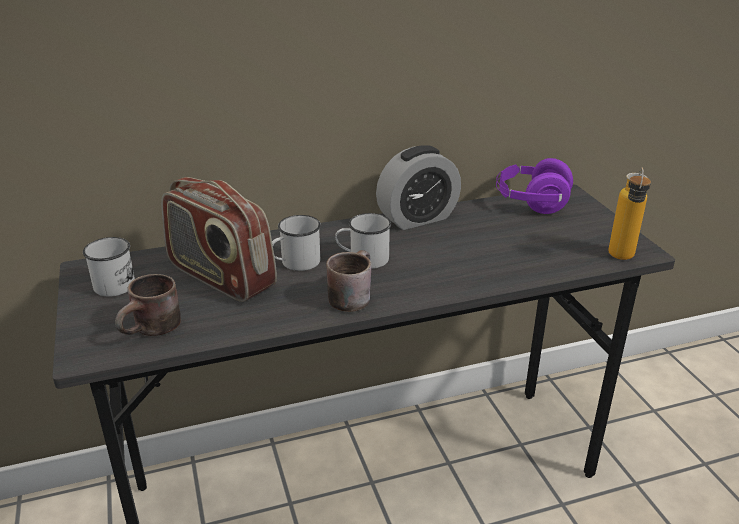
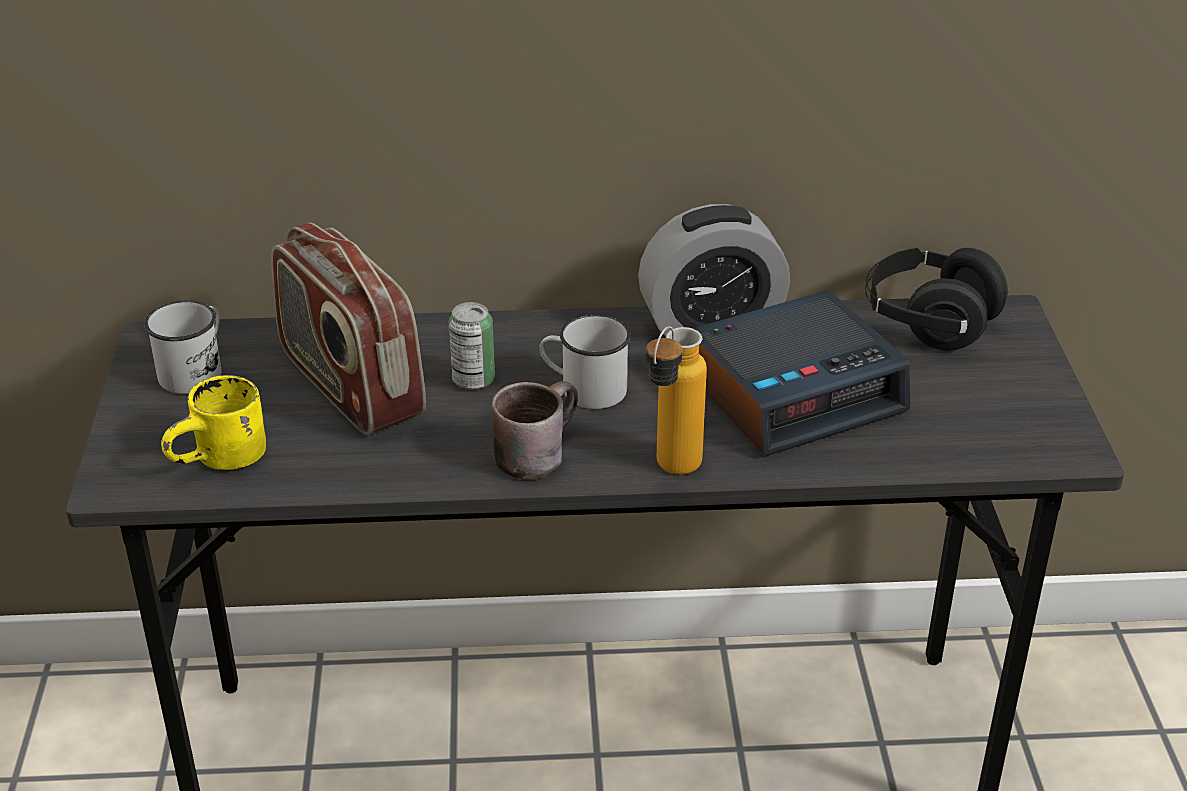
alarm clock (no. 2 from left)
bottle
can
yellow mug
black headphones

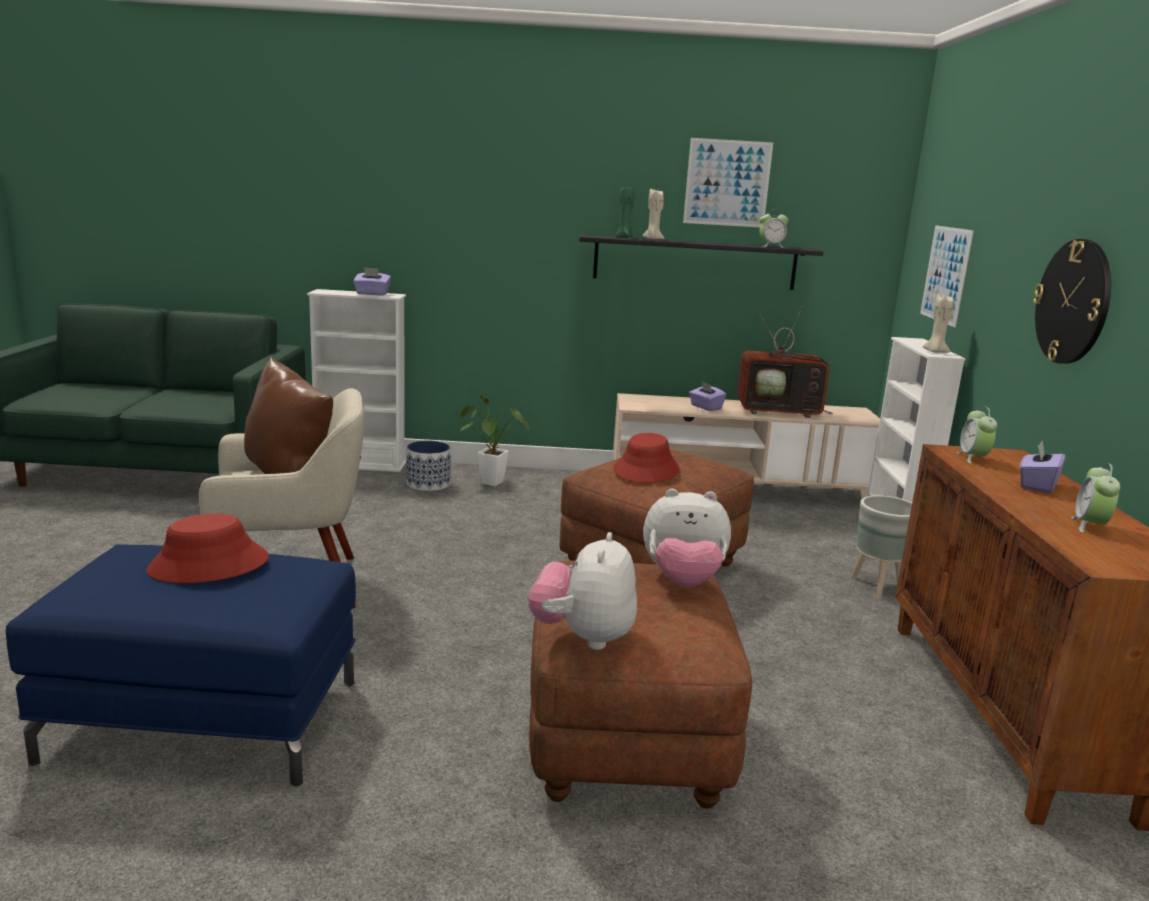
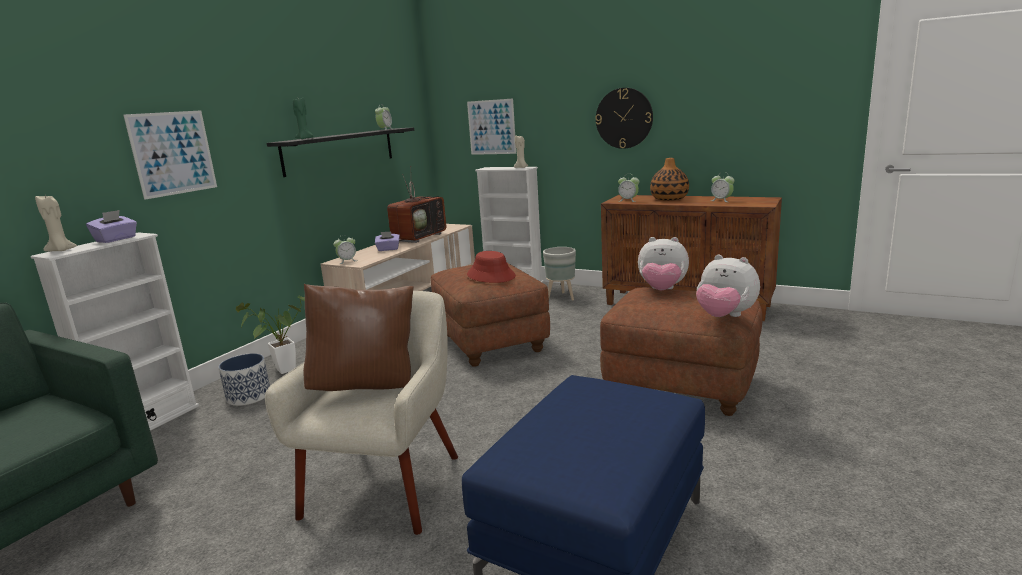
red hat (no. 1 from left in the first image)
alarm clock (no. 1 from left)
beige candle (no. 1 from left)
picture (no. 1 from left)
vase
plush toy (no. 1 from left)

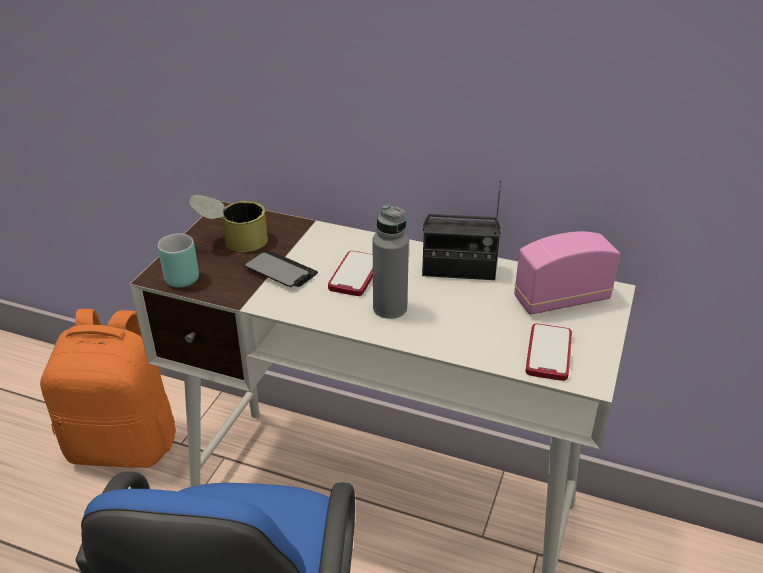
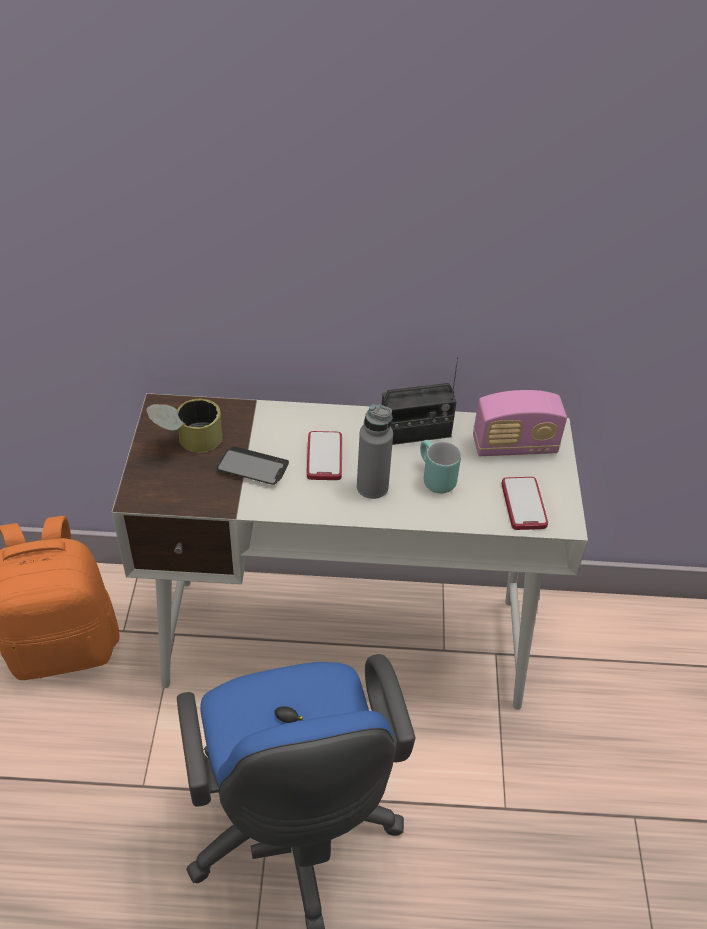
turquoise mug
radio (no. 2 from left)

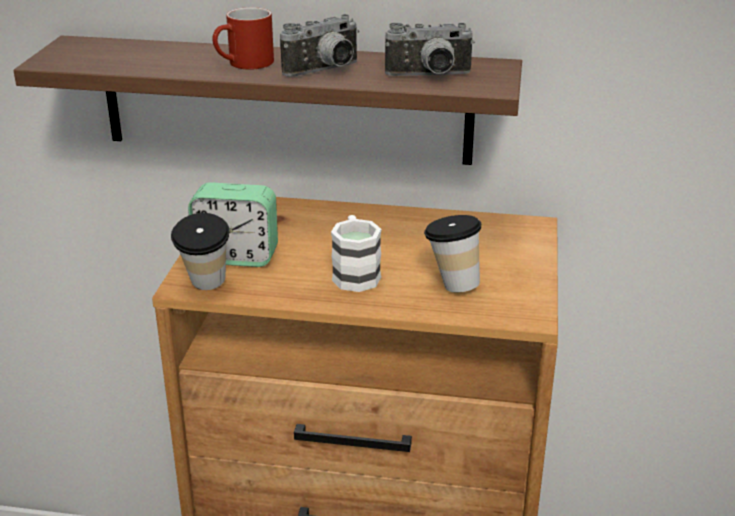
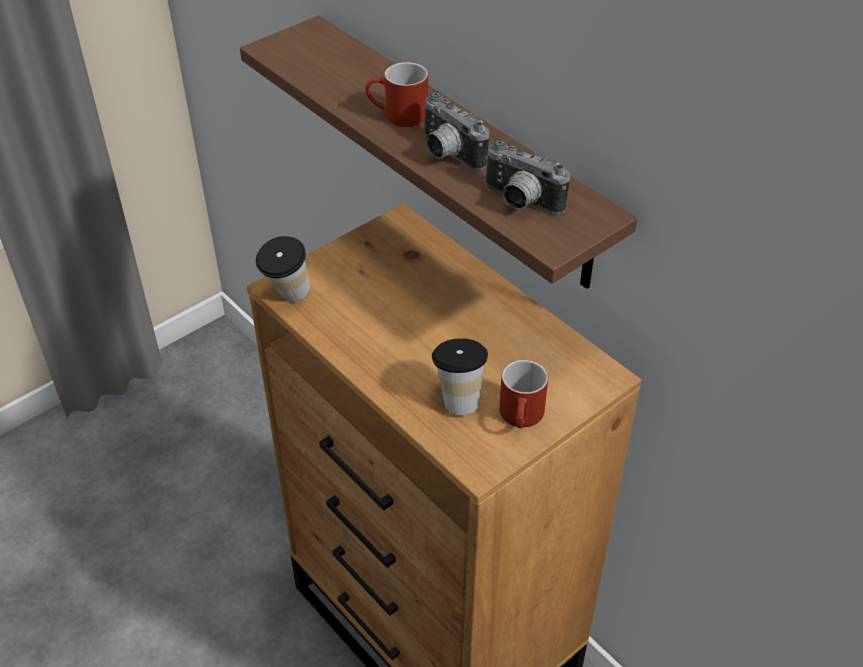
alarm clock
white mug
red mug (no. 2 from left)
photo camera (no. 1 from left)

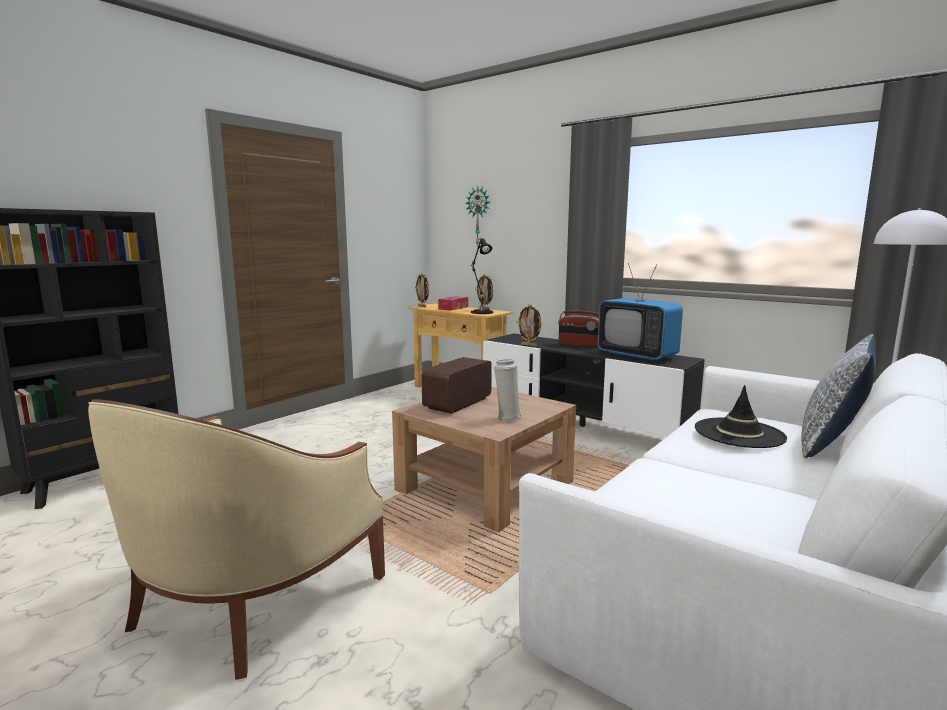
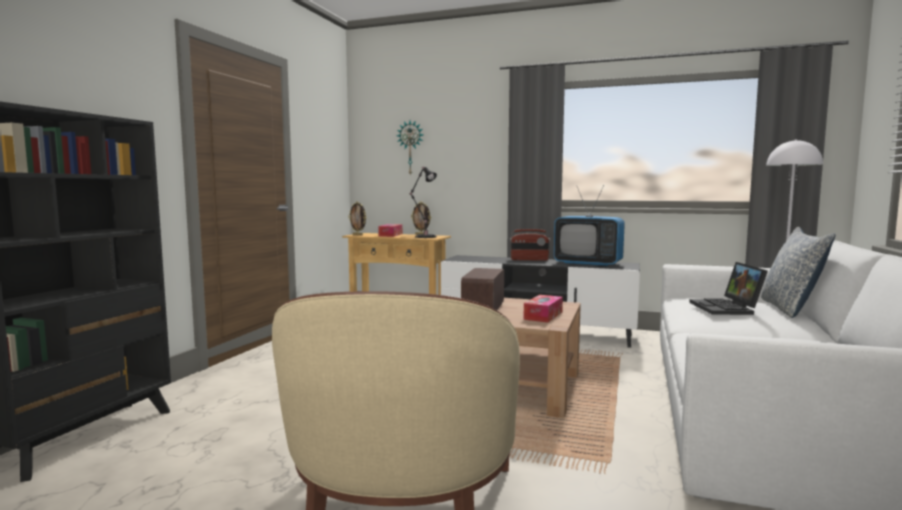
picture frame (no. 3 from left in the first image)
tissue box (no. 2 from left)
laptop

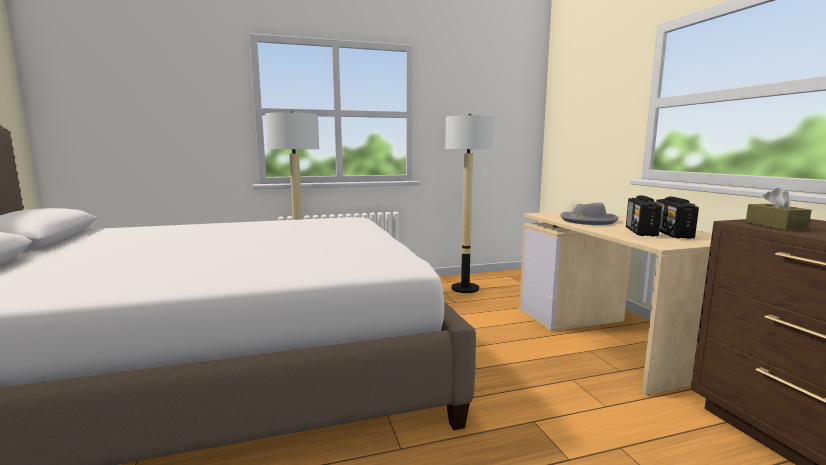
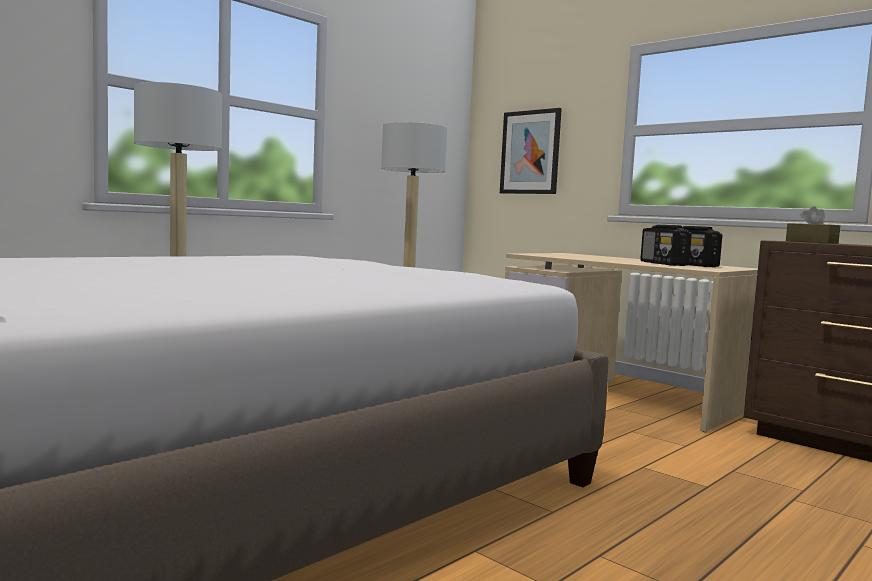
grey hat
picture

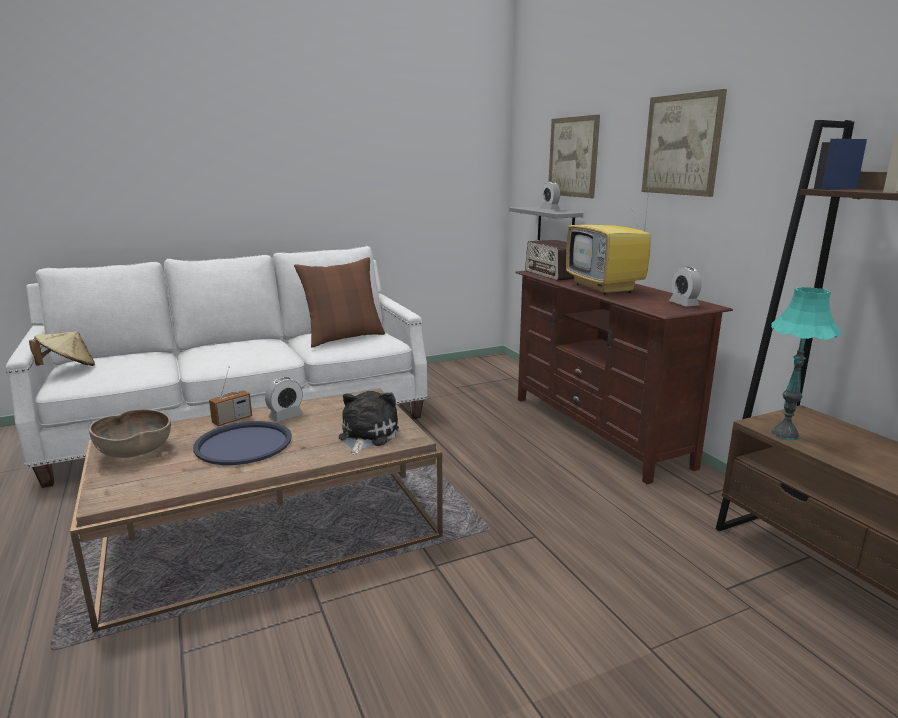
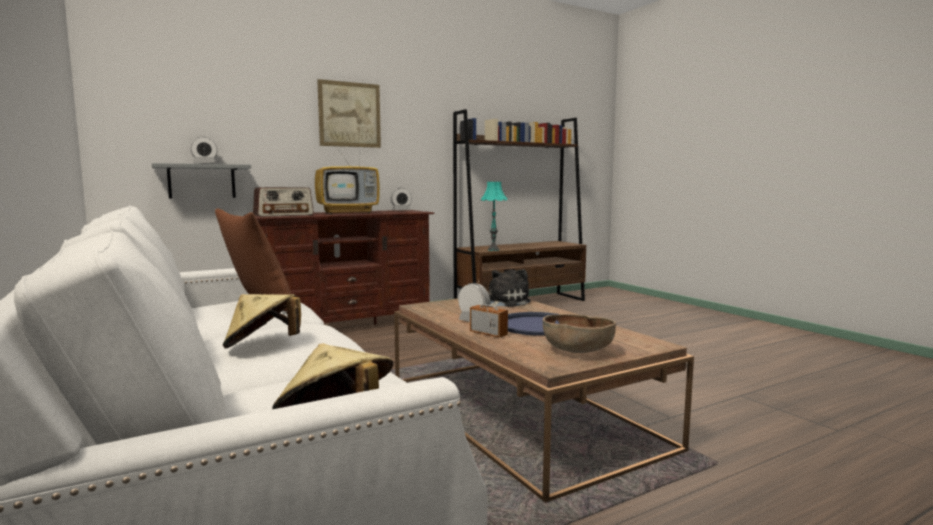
picture (no. 1 from left in the first image)
beige hat (no. 1 from left)
plush toy

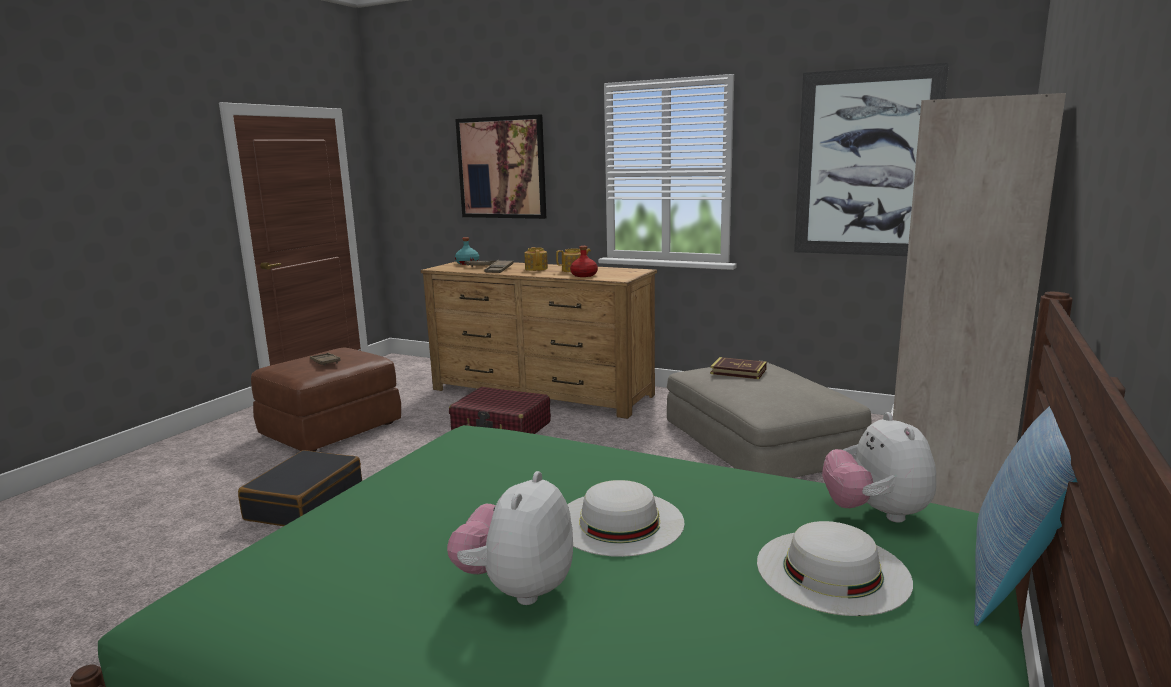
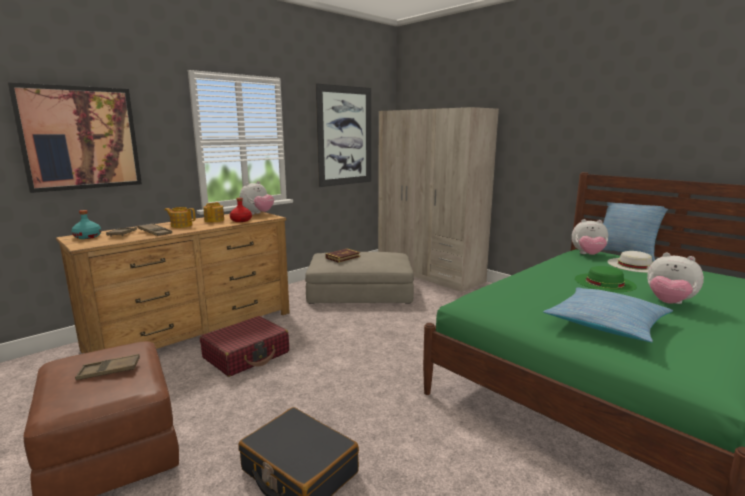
plush toy (no. 1 from left)
pillow (no. 1 from left)
green hat

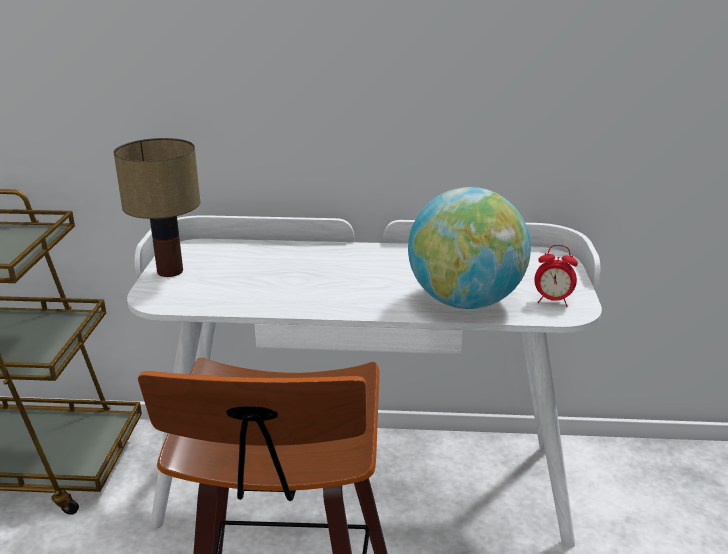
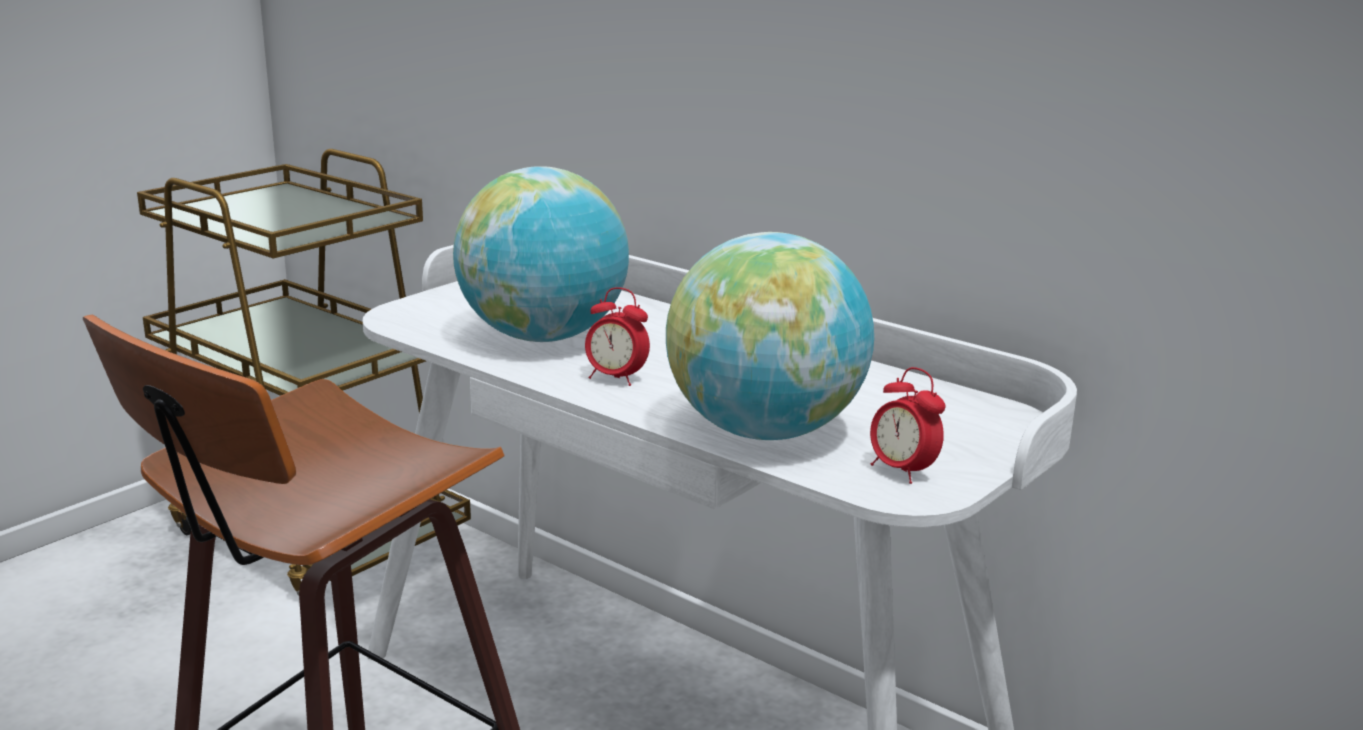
table lamp
globe (no. 1 from left)
alarm clock (no. 1 from left)

